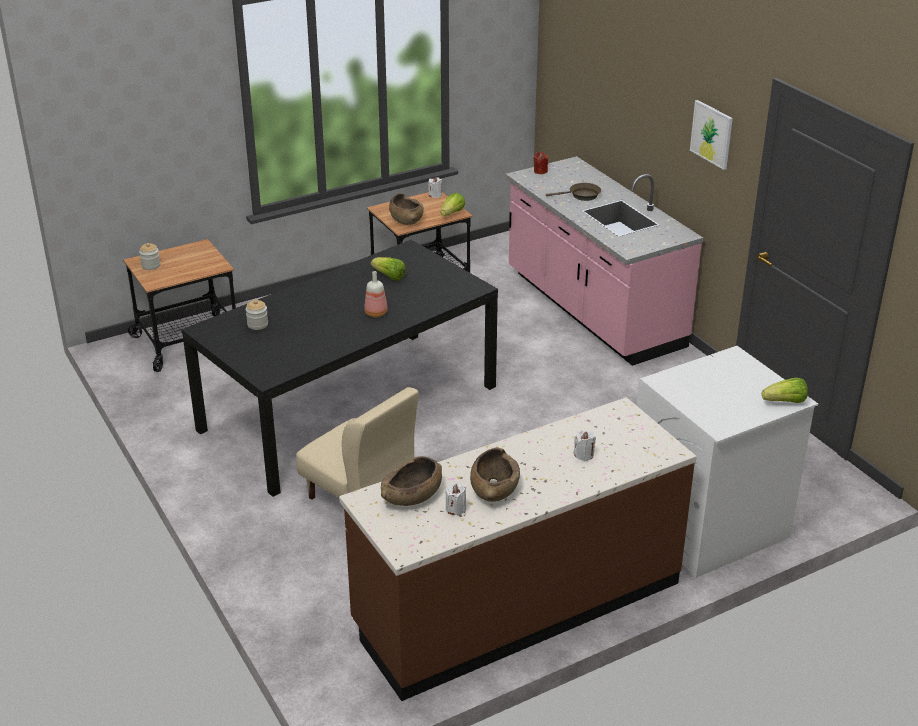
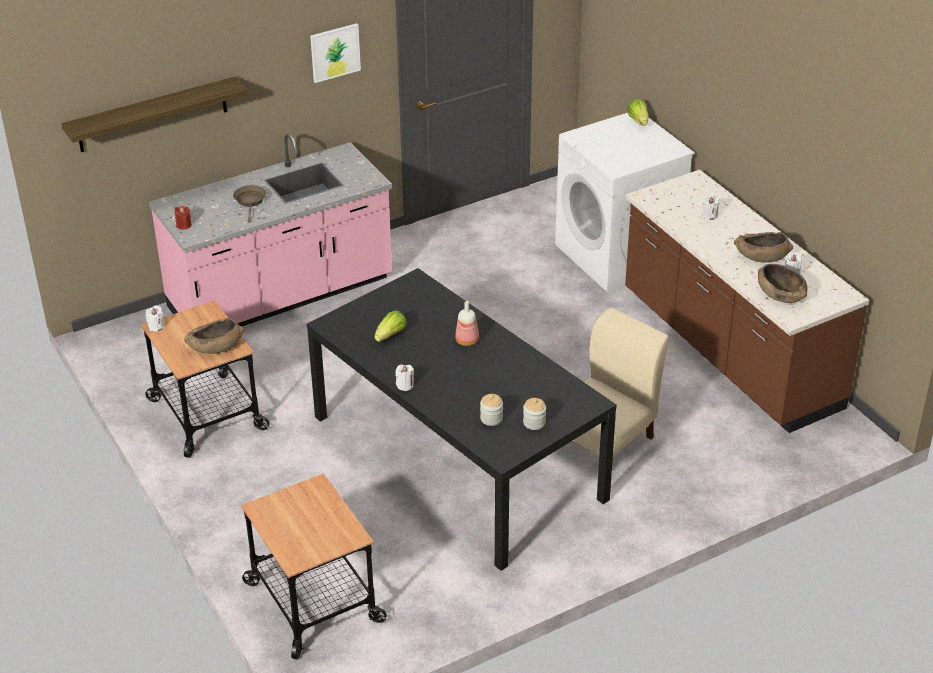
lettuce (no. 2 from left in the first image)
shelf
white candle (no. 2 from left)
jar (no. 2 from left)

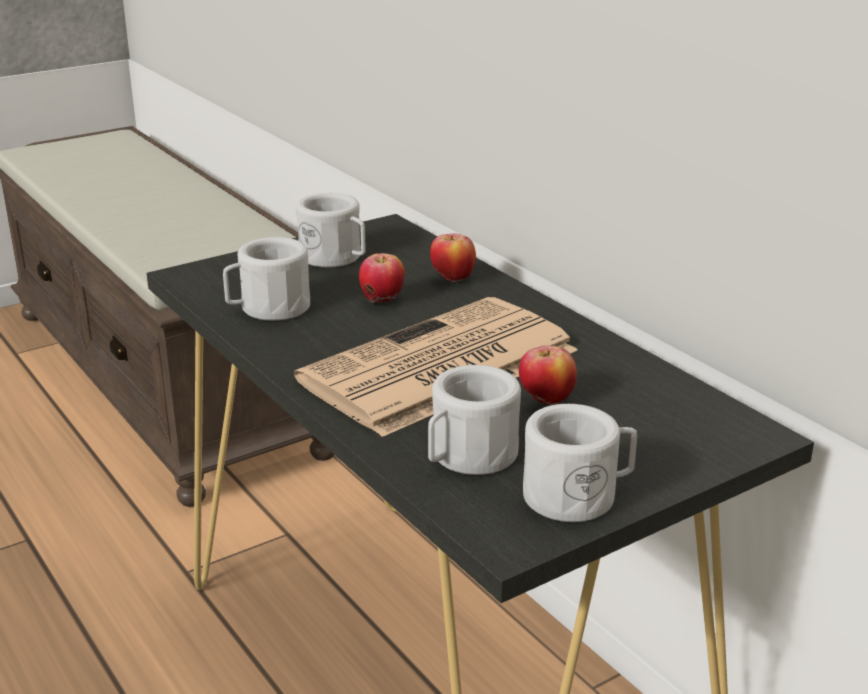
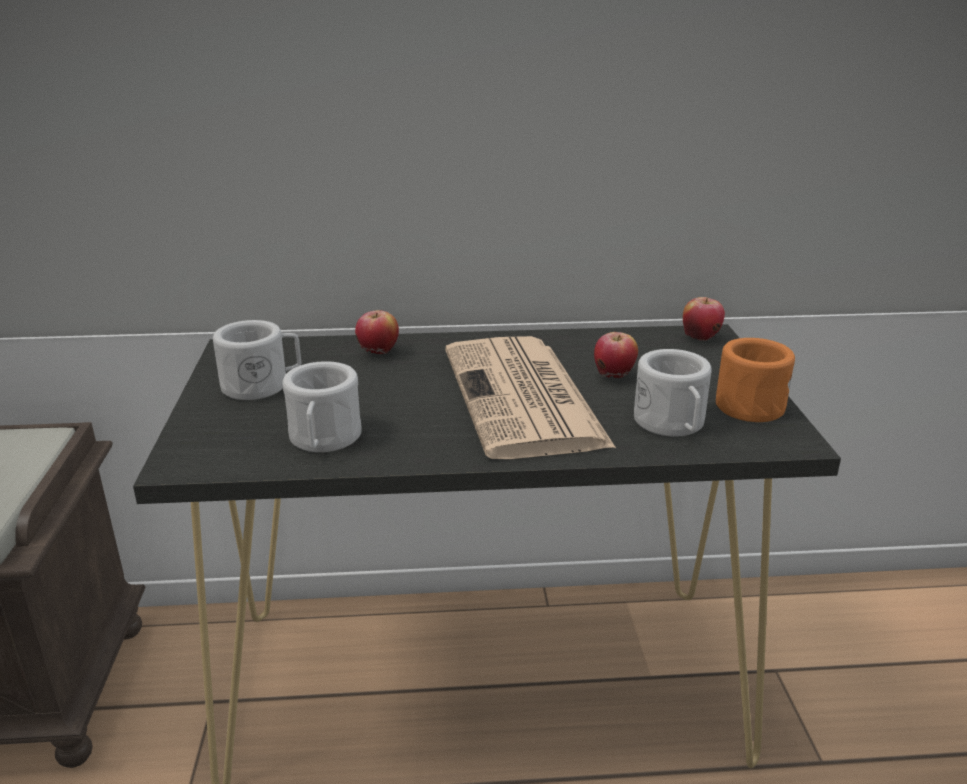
apple (no. 3 from left)
orange mug

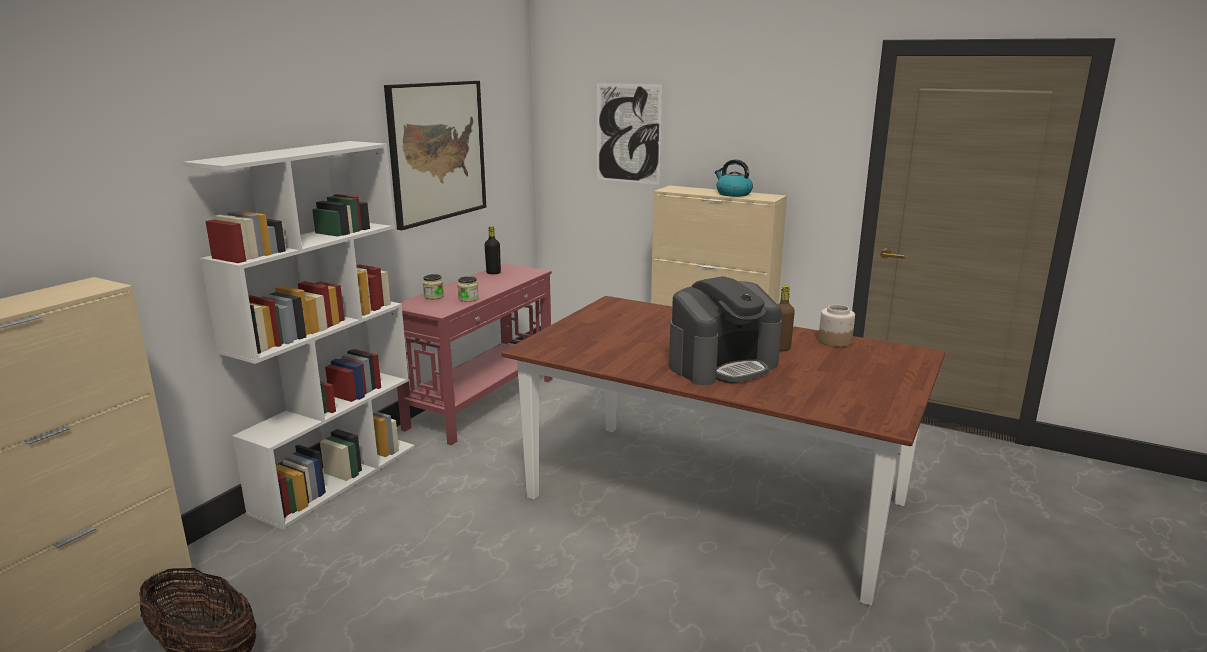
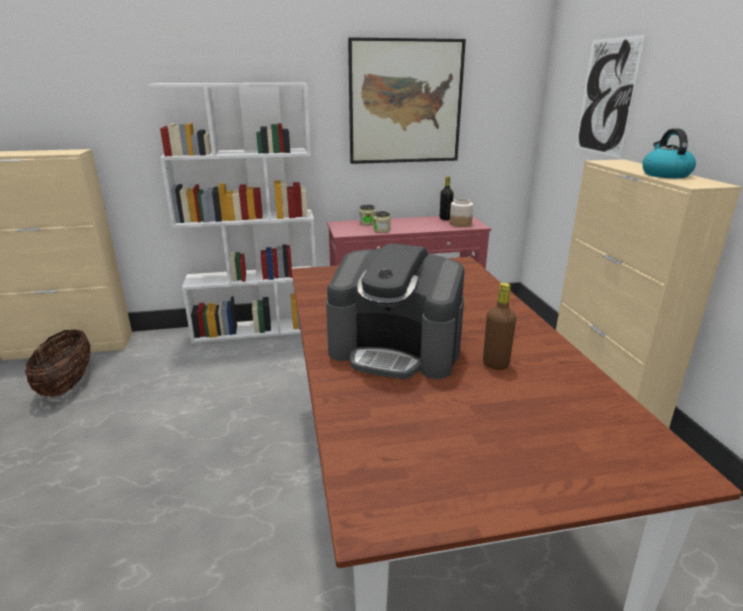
jar (no. 3 from left)

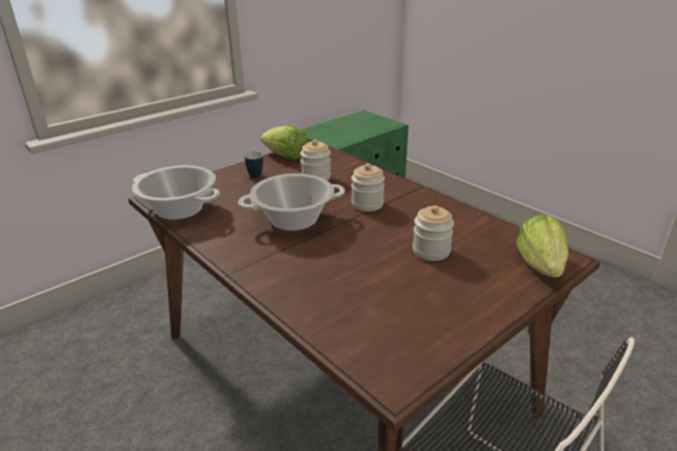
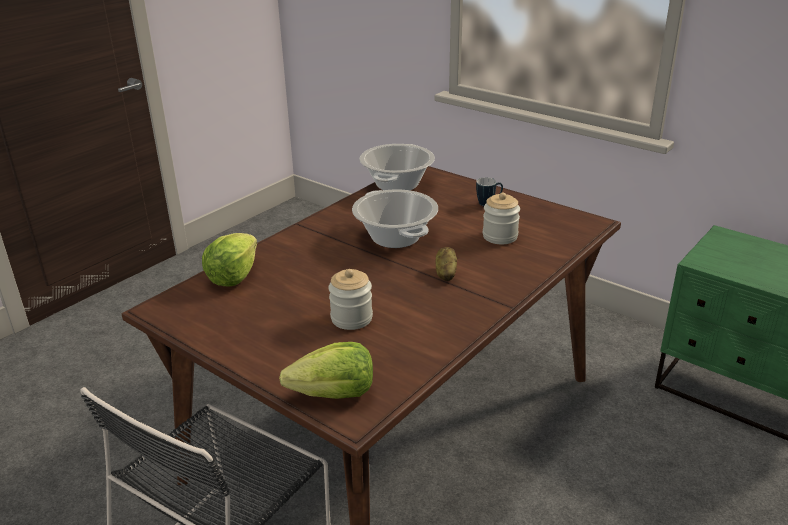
lettuce (no. 1 from left)
potato

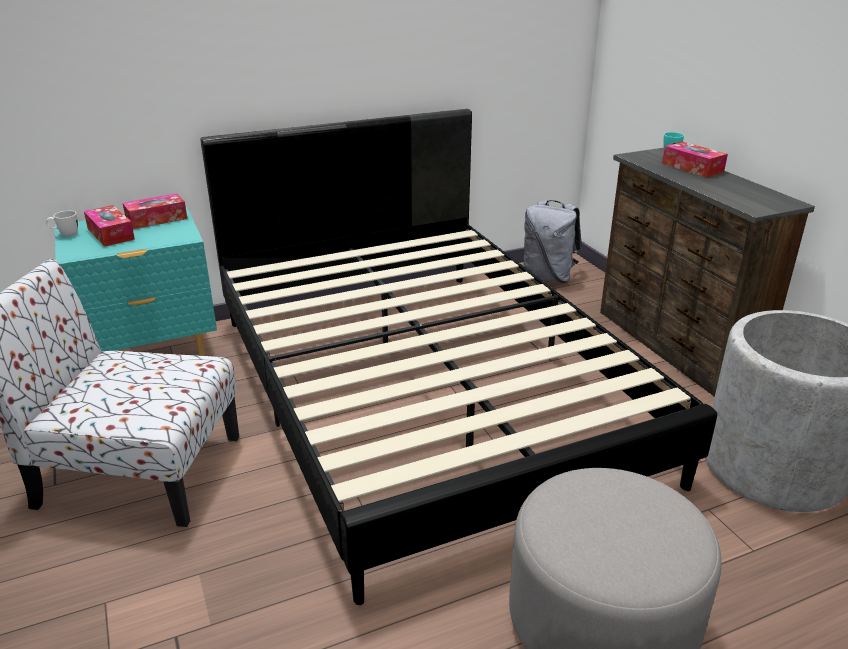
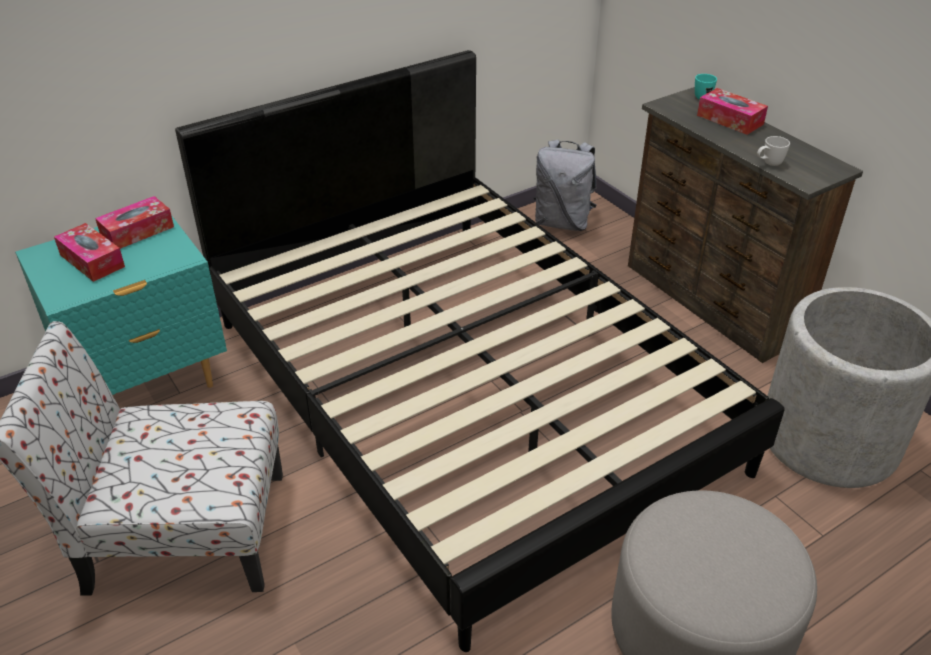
white mug

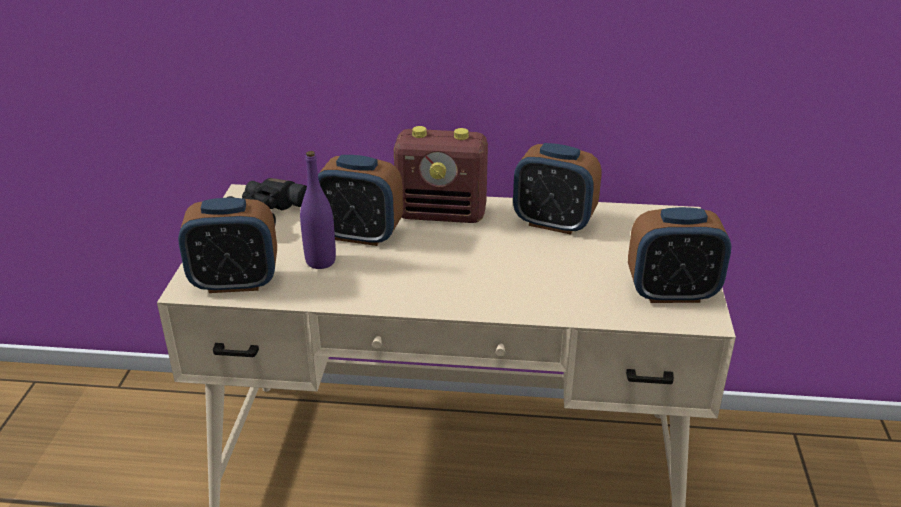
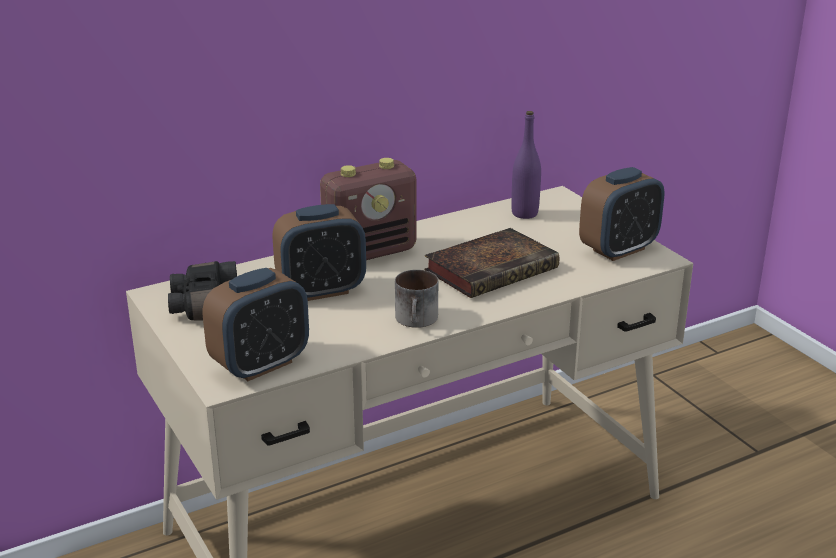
alarm clock (no. 3 from left in the first image)
mug
book
purple bottle

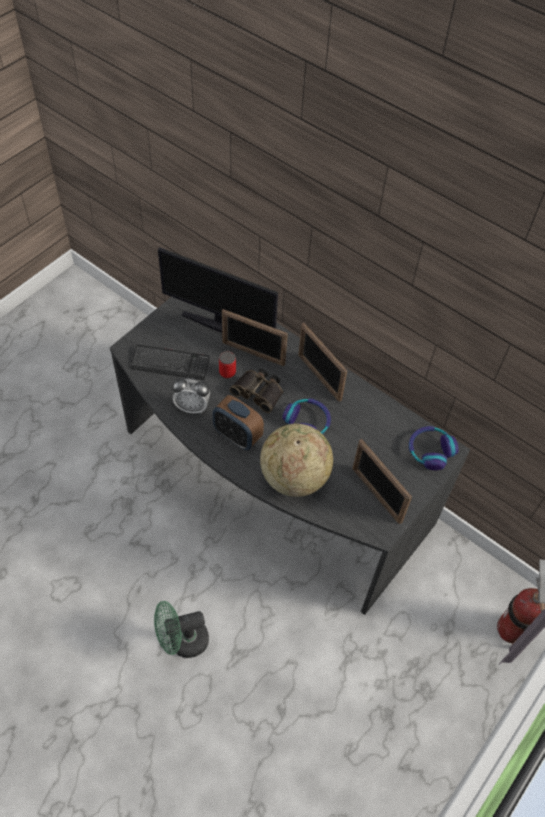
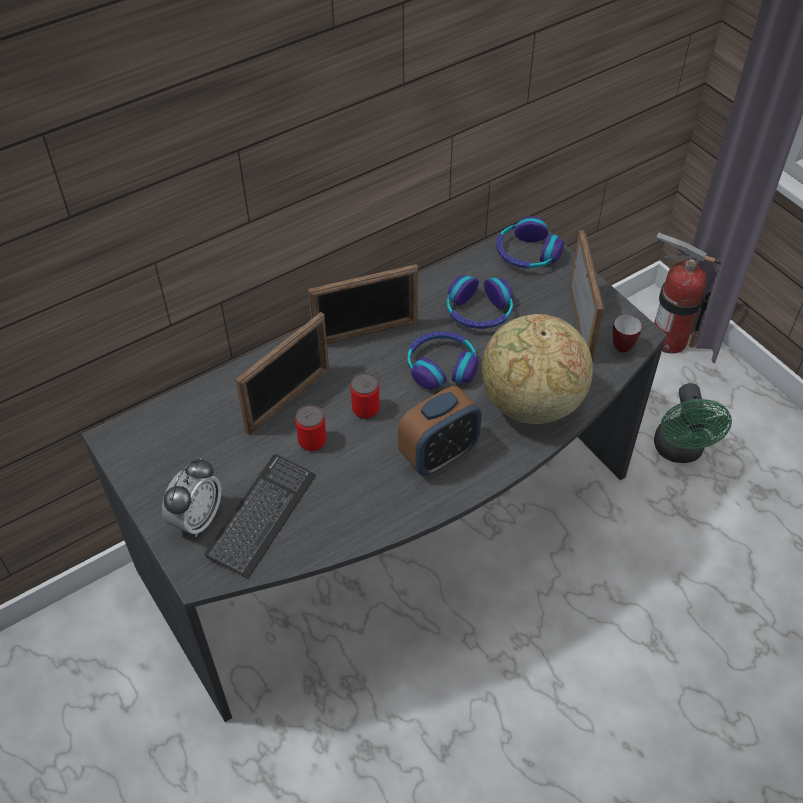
monitor
headphones (no. 2 from left)
mug
green fan
alarm clock (no. 1 from left)
can (no. 2 from left)
picture frame (no. 3 from left)

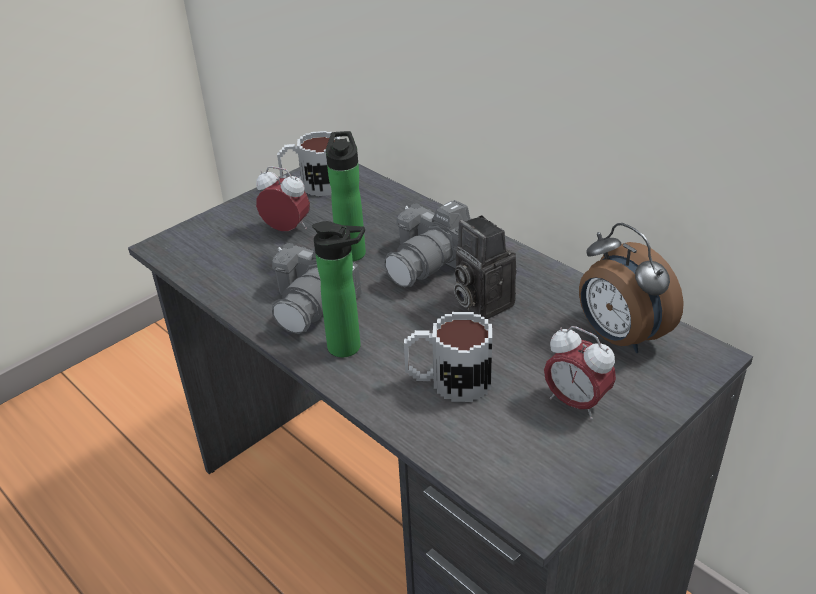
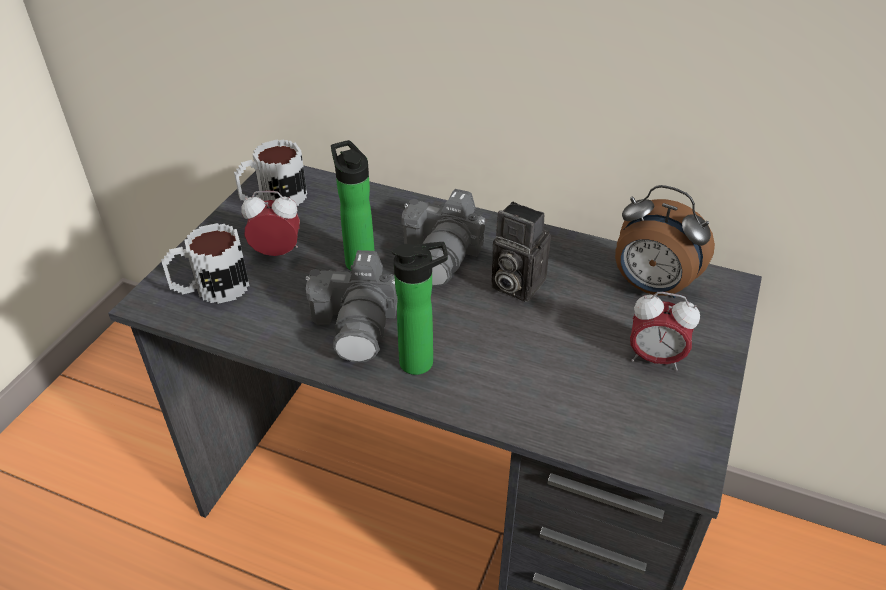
mug (no. 1 from left)

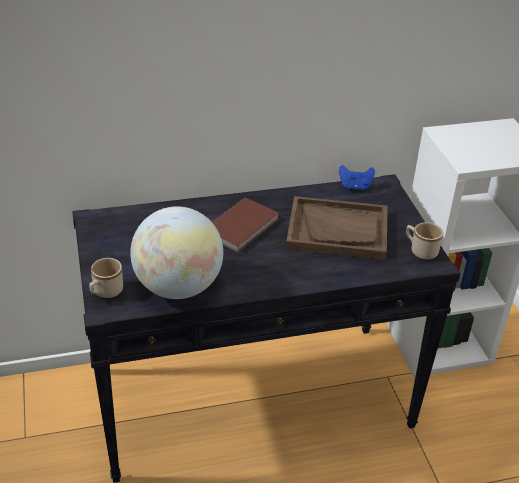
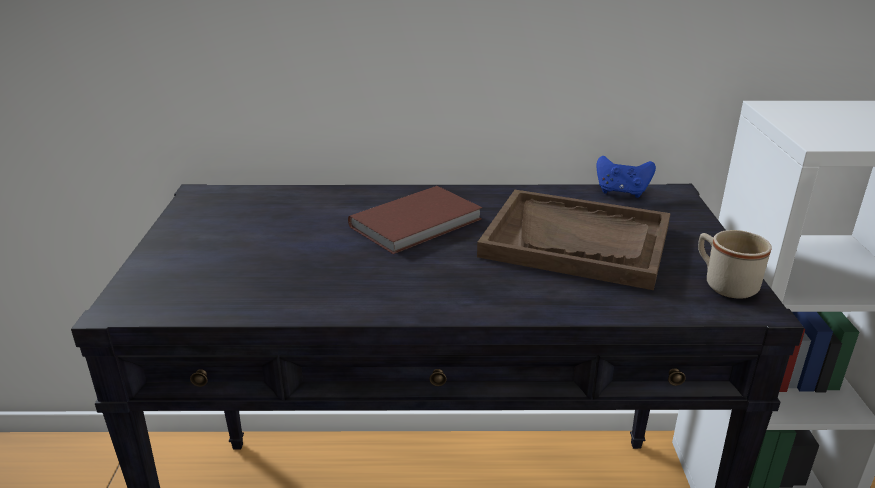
beige mug (no. 1 from left in the first image)
globe

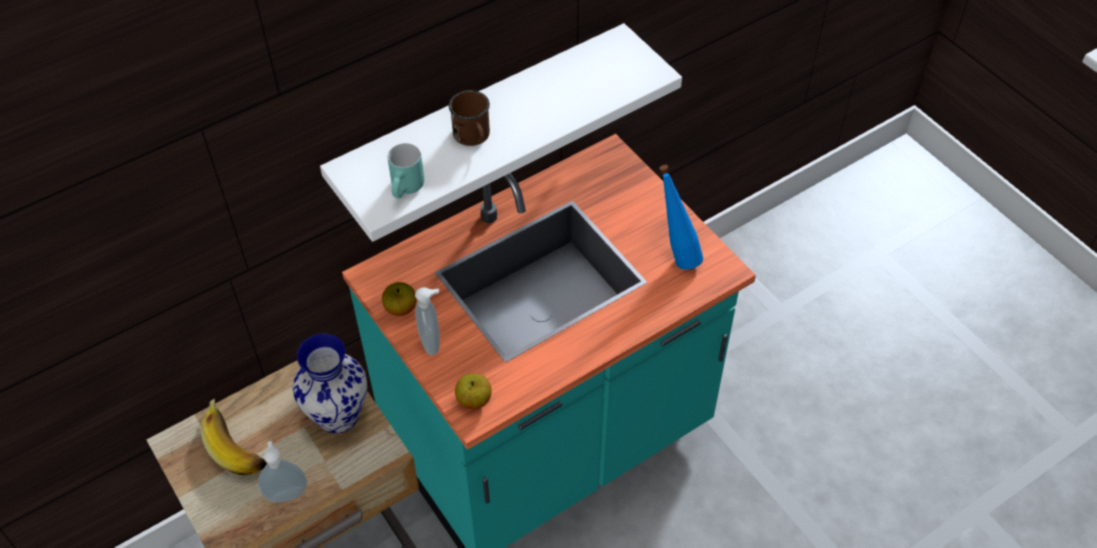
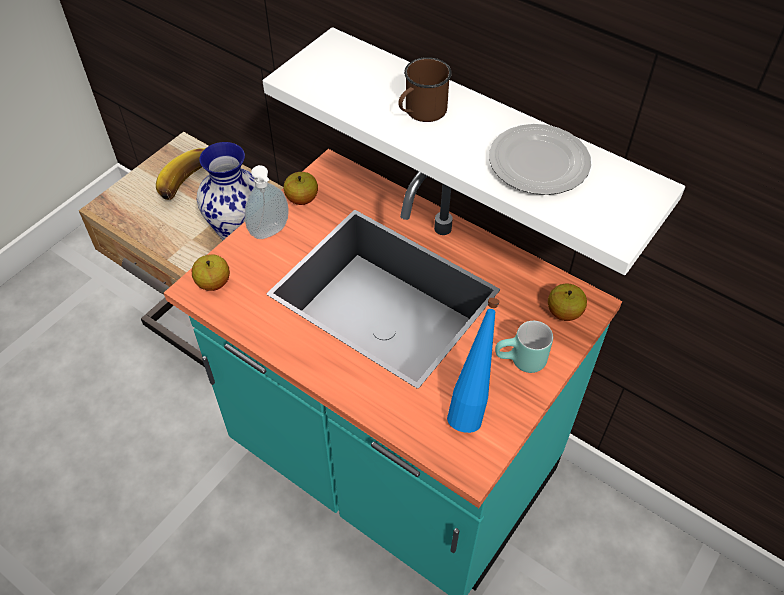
soap dispenser (no. 1 from left in the first image)
plate
apple (no. 3 from left)
turquoise mug

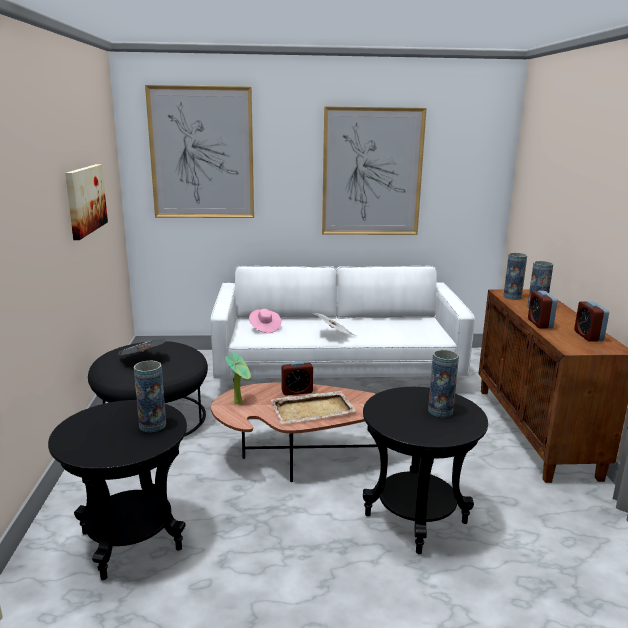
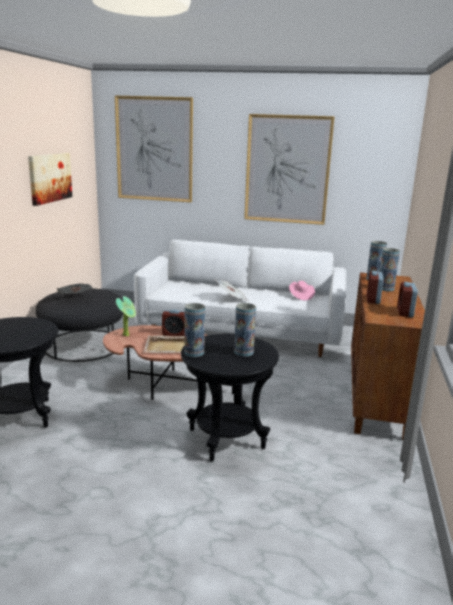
vase (no. 1 from left)
pink hat

